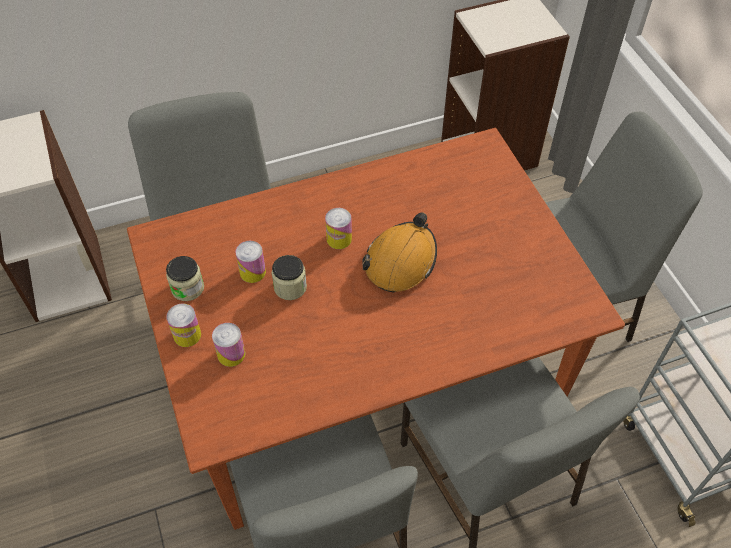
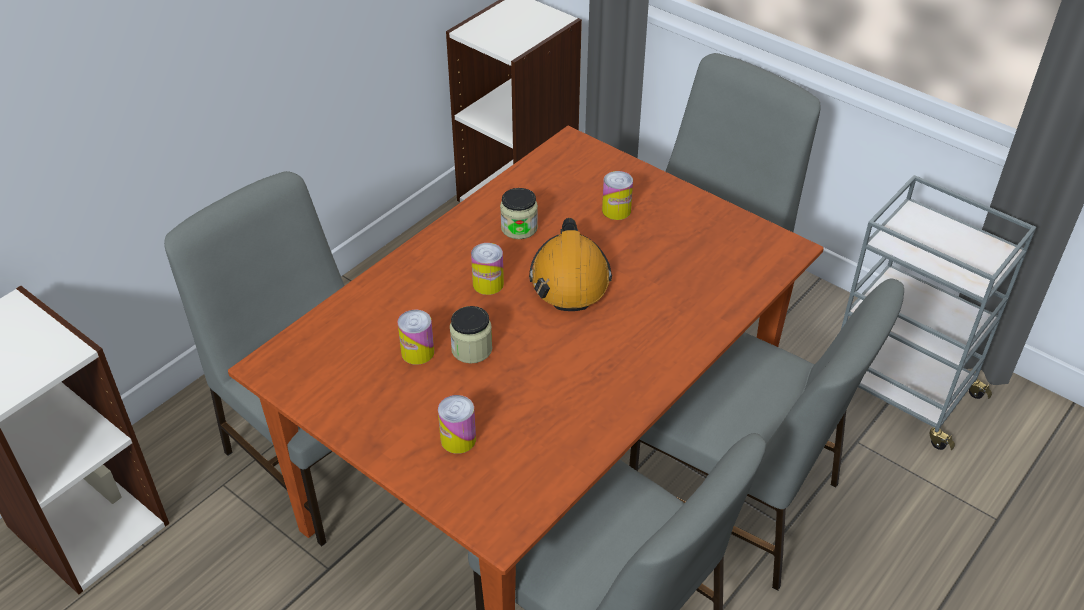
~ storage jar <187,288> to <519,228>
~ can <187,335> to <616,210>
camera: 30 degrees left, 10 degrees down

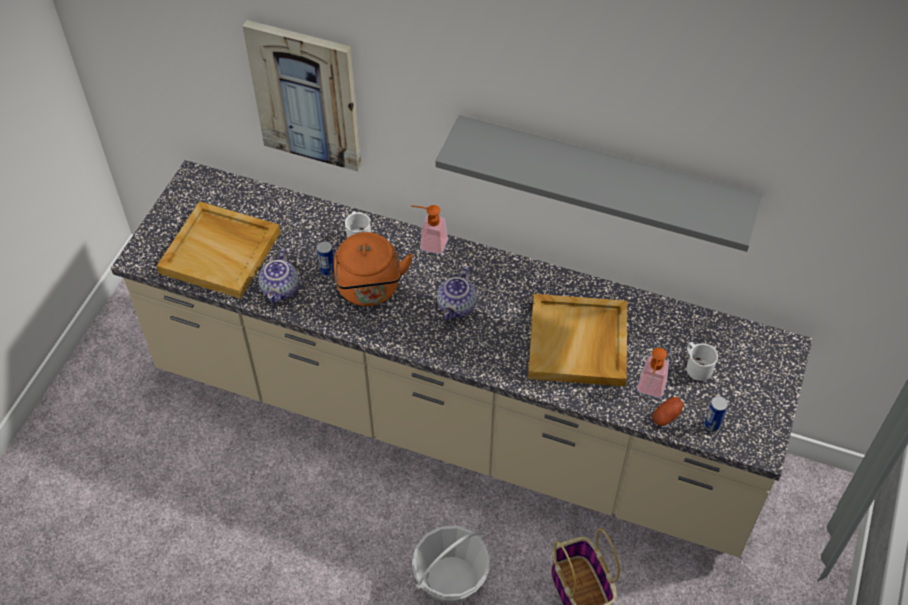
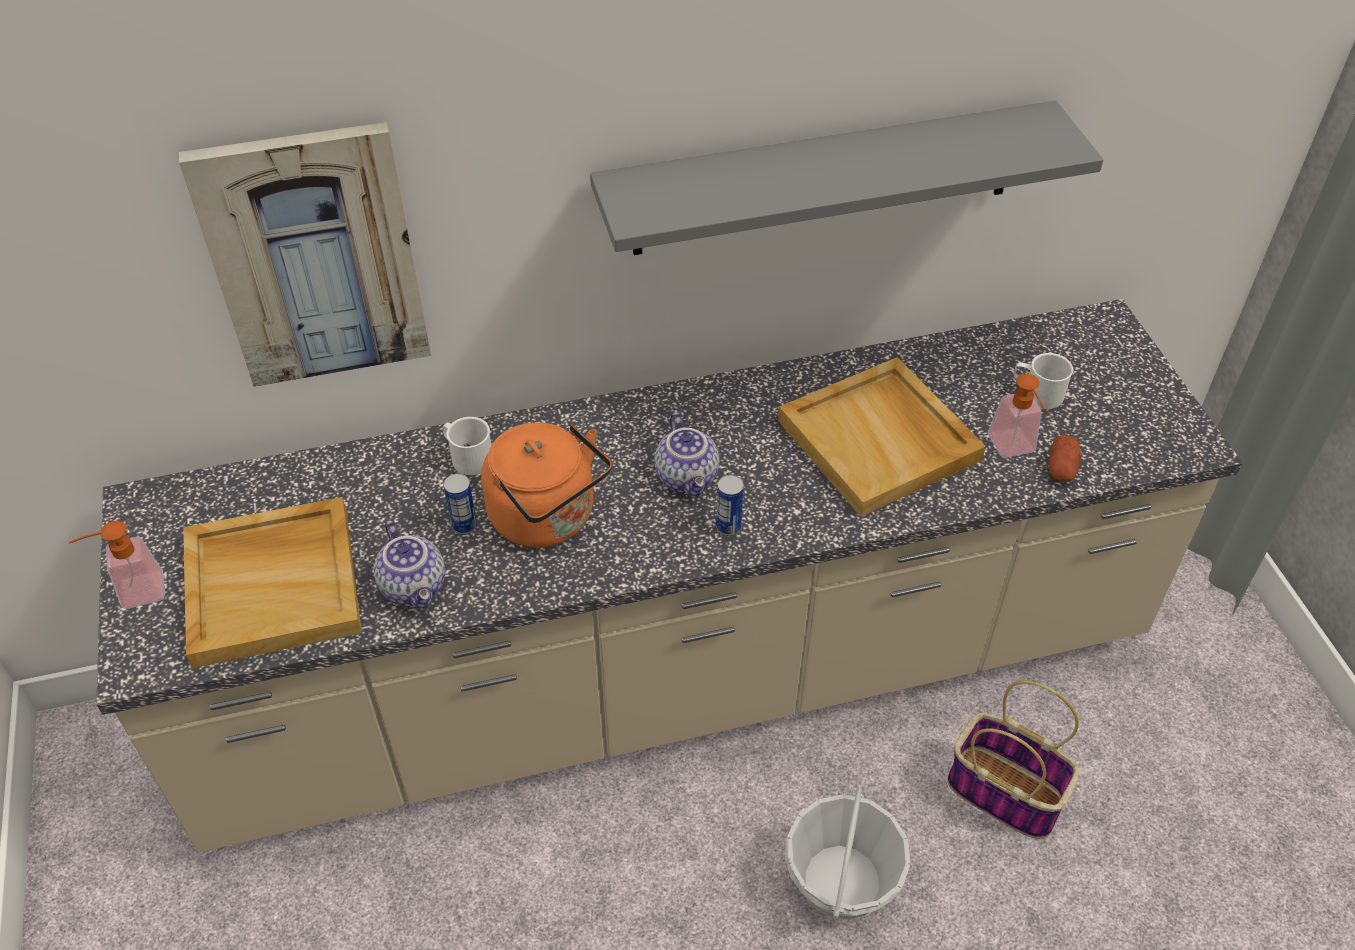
~ liquid soap bottle <429,243> to <133,593>
~ can <712,425> to <728,527>
camera: 35 degrees left, 5 degrees down

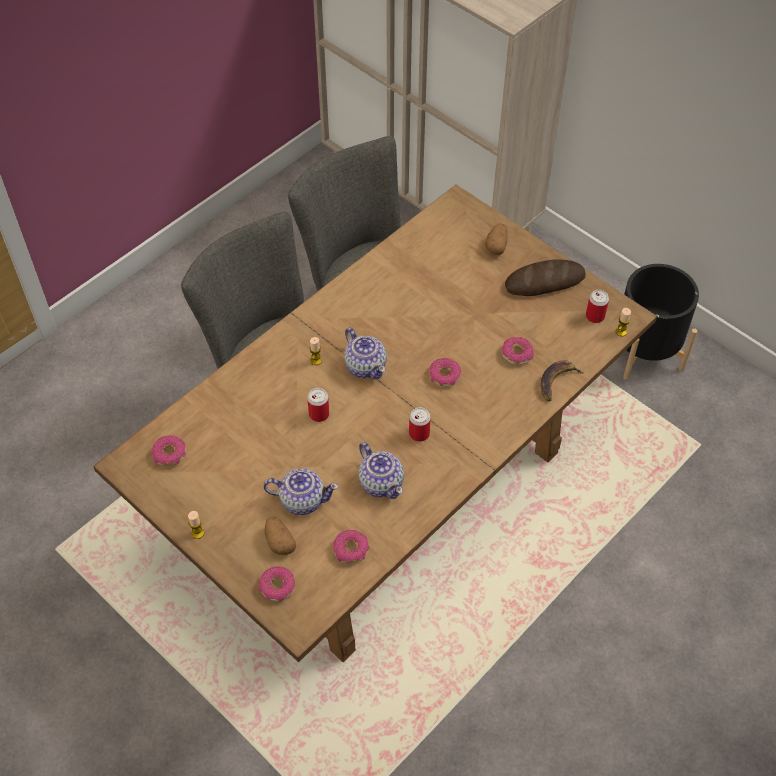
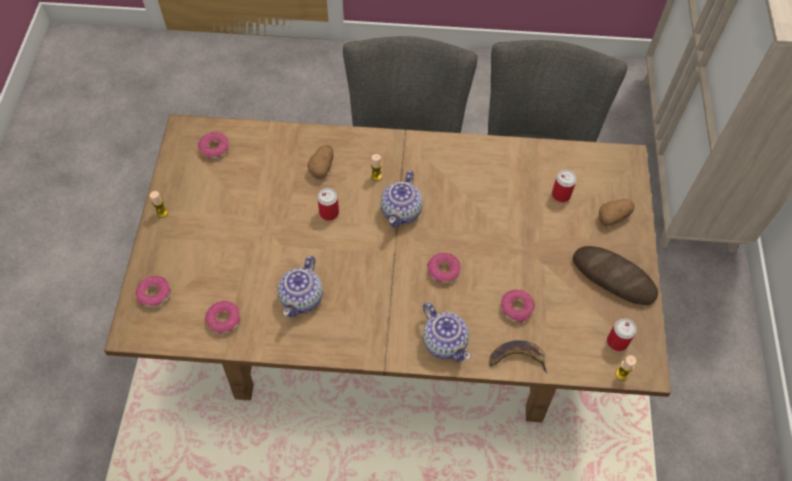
~ pot for tea <302,499> to <445,341>
~ spud <279,541> to <322,167>
~ can <419,433> to <561,194>
- plant pot (blackish) <645,351>
camera: 50 degrees right, 5 degrees up

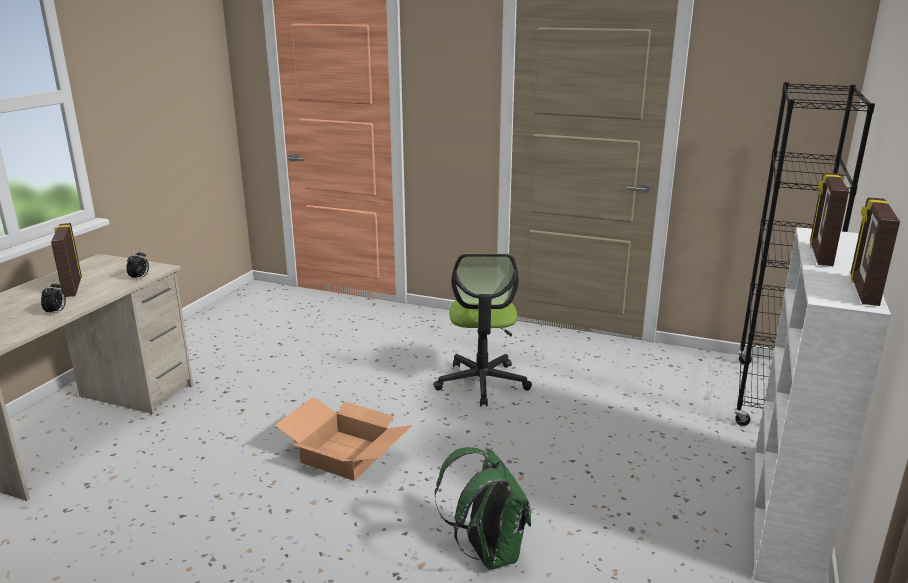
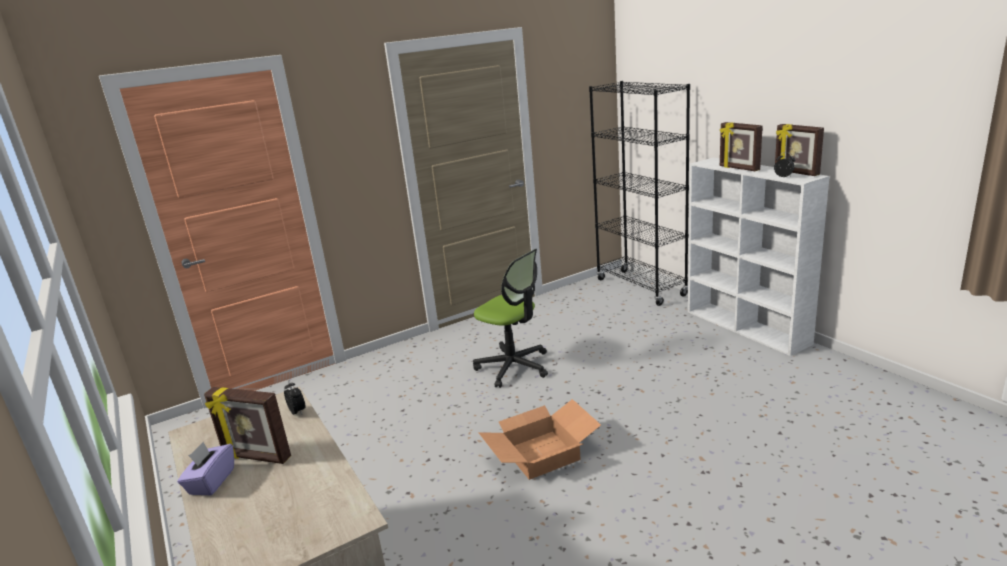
~ bedside clock <56,312> to <784,177>
- backpack (green-coloured) <487,552>
+ tissue holder (purple) <211,482>
camera: 50 degrees left, 0 degrees up

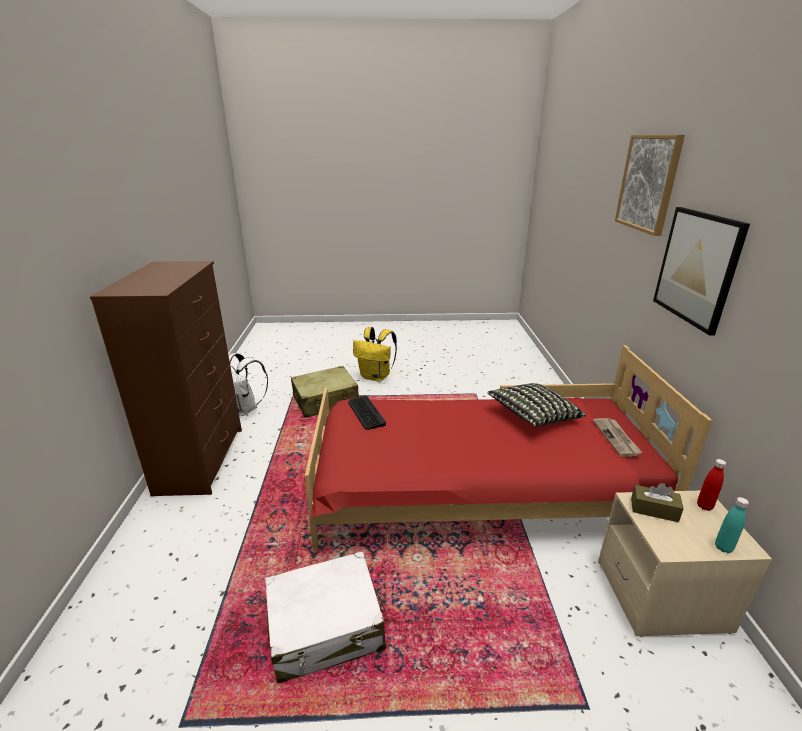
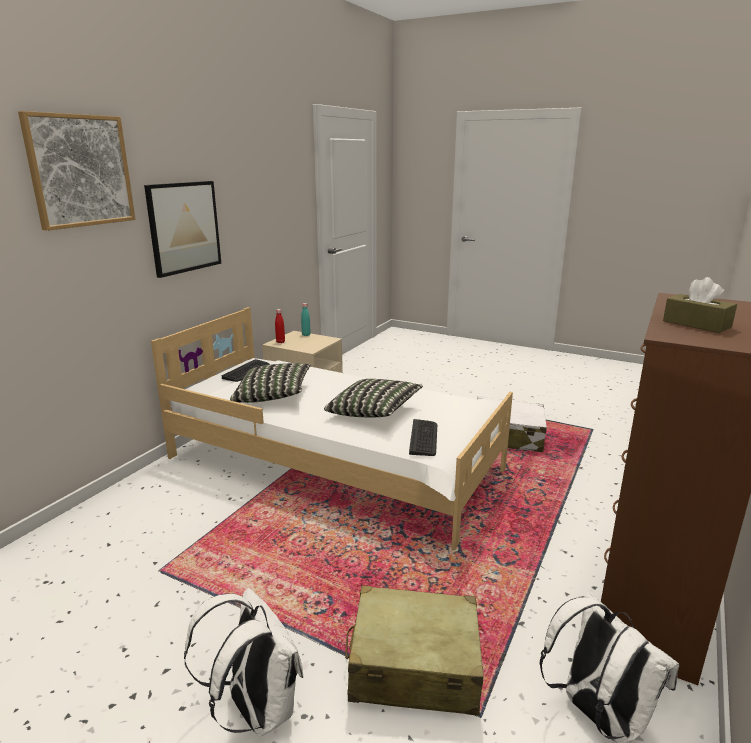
~ bed (red-coloured) <477,493> to bed (whitish) <336,463>
~ backpack (yellow-coloured) <376,377> to backpack (whitish) <256,709>
~ newspaper <616,438> to computer keyboard <246,371>
~ tissue holder (brownish) <654,510> to <696,324>
+ pillow <374,412>
camera: 150 degrees left, 5 degrees down

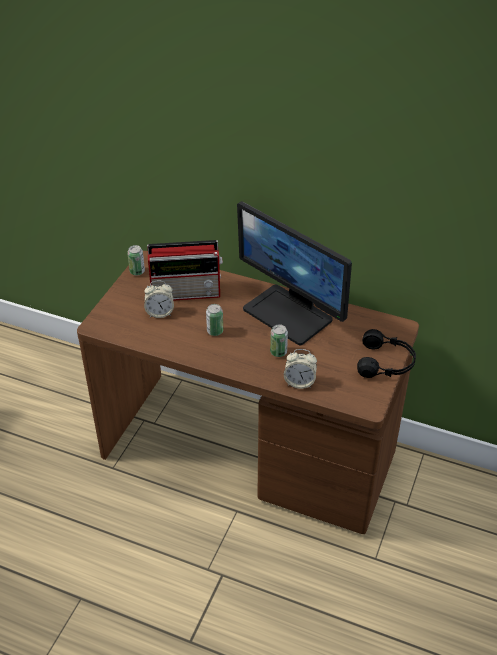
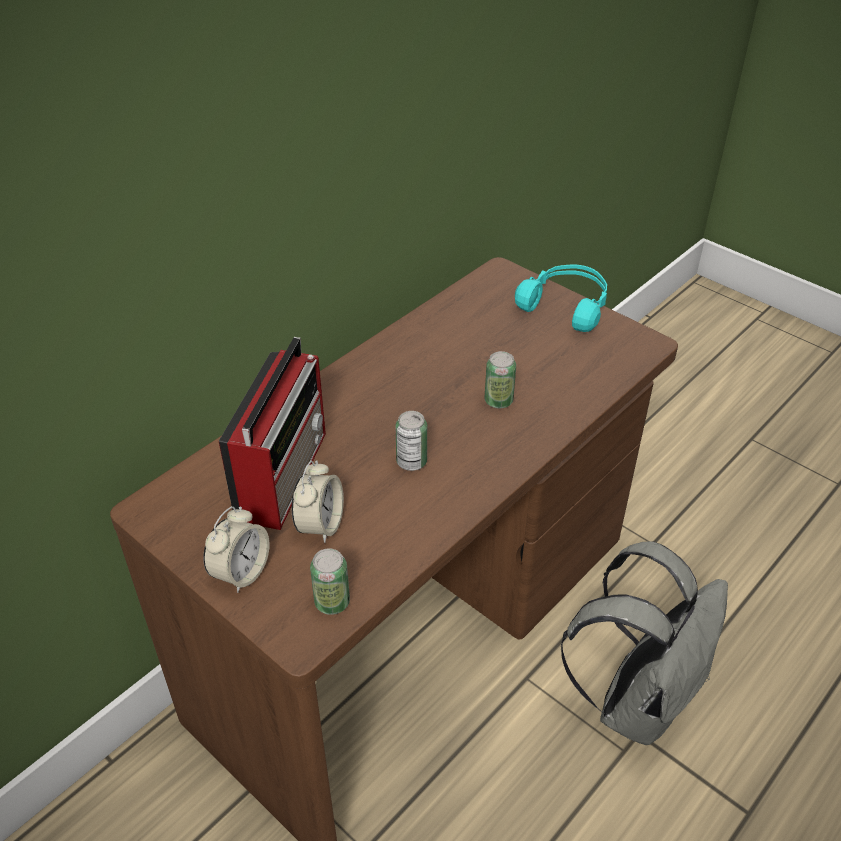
~ can <137,271> to <332,602>
- computer display <289,314>
~ bedside clock <299,382> to <241,572>
~ headphones (blackish) <386,363> to headphones (blue-green) <567,305>
+ backpack (greyish) <637,700>
camera: 70 degrees left, 0 degrees up

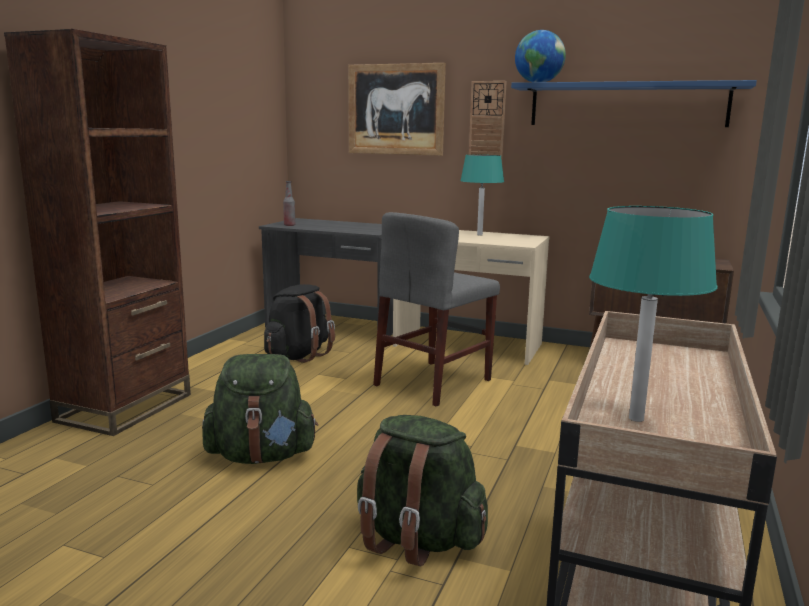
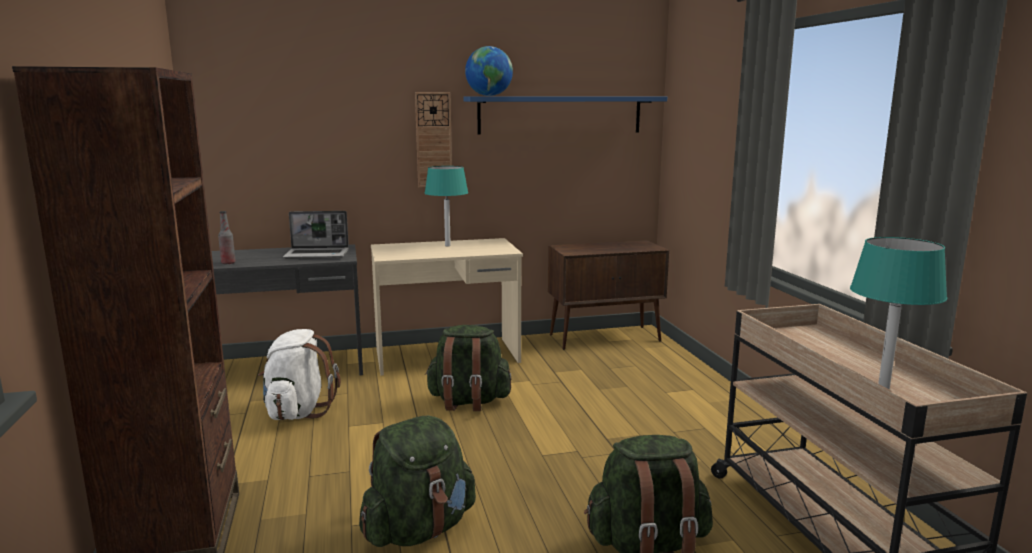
~ backpack (blackish) <299,355> to backpack (whitish) <298,411>
- picture <395,109>
~ chair (greyish) <433,382> to backpack (green-coloured) <468,402>
+ portable computer <318,254>
camera: 35 degrees left, 0 degrees up

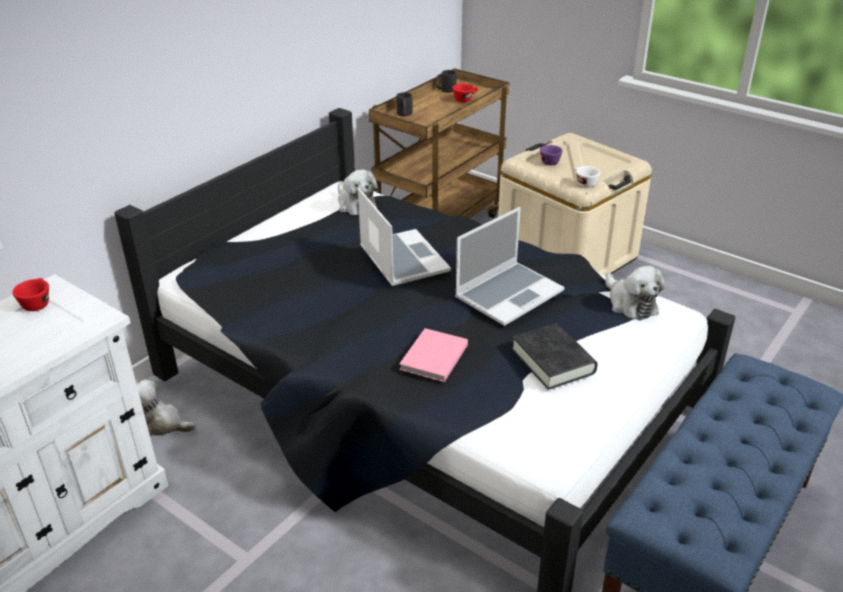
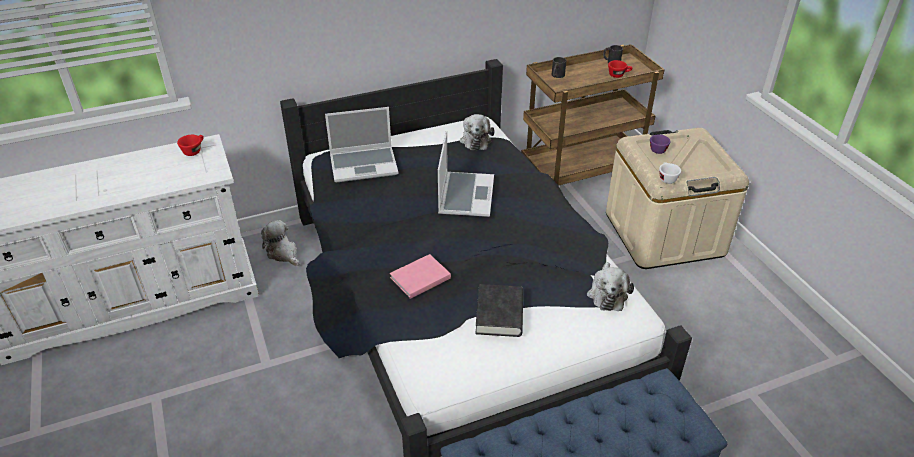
~ portable computer <509,294> to <364,165>
camera: 30 degrees right, 5 degrees up

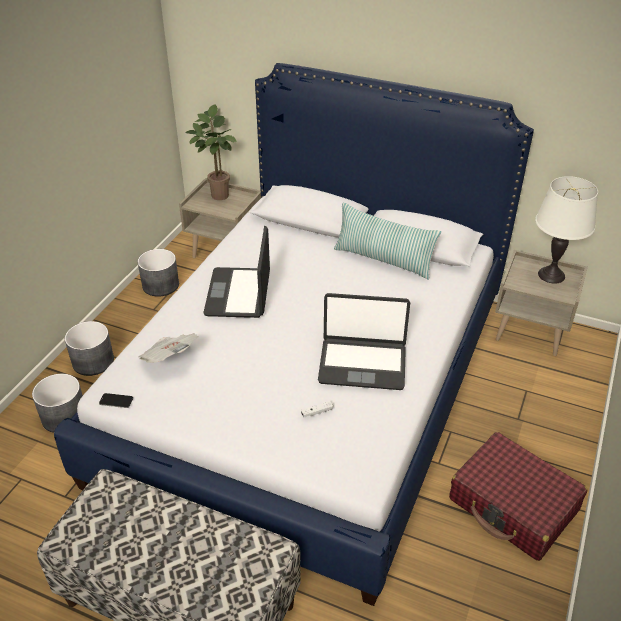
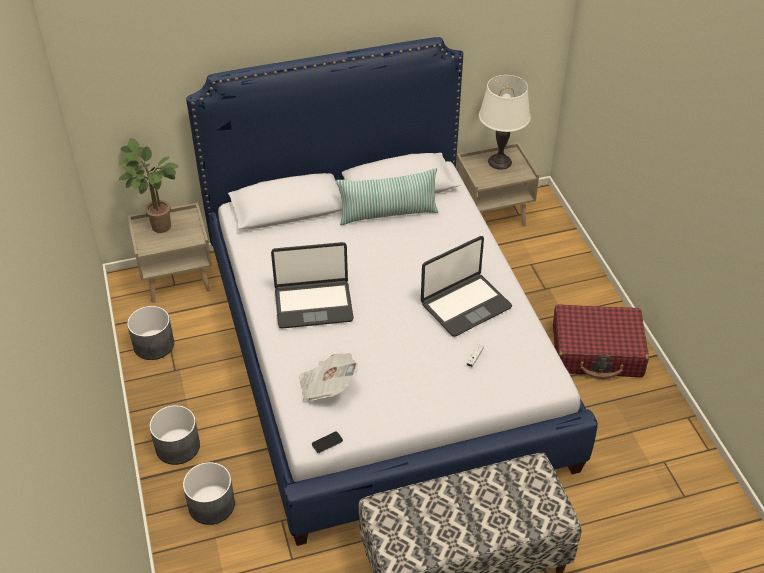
~ portable computer <239,293> = <313,304> 60 degrees counterclockwise
camera: 40 degrees left, 5 degrees up

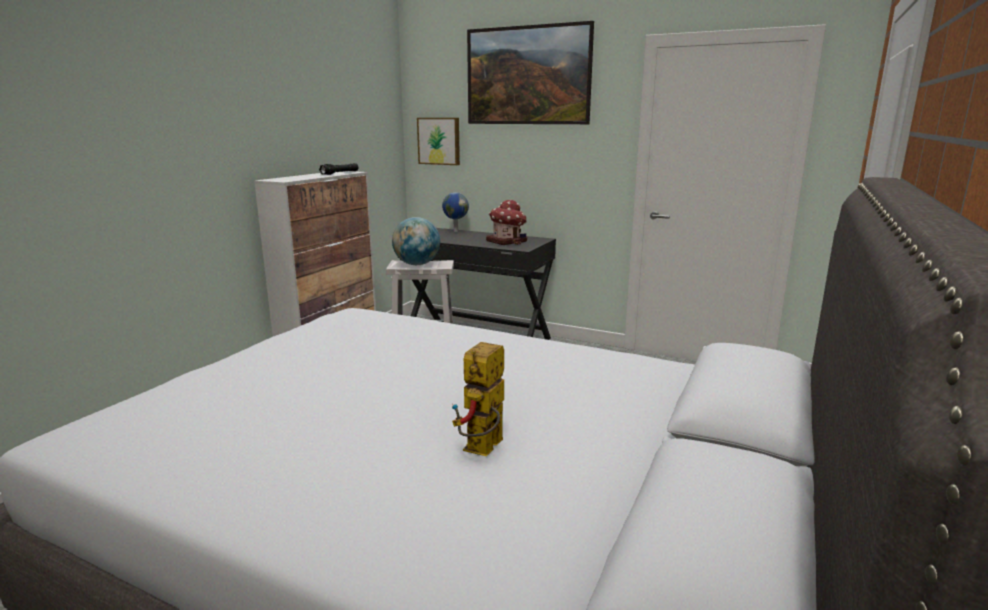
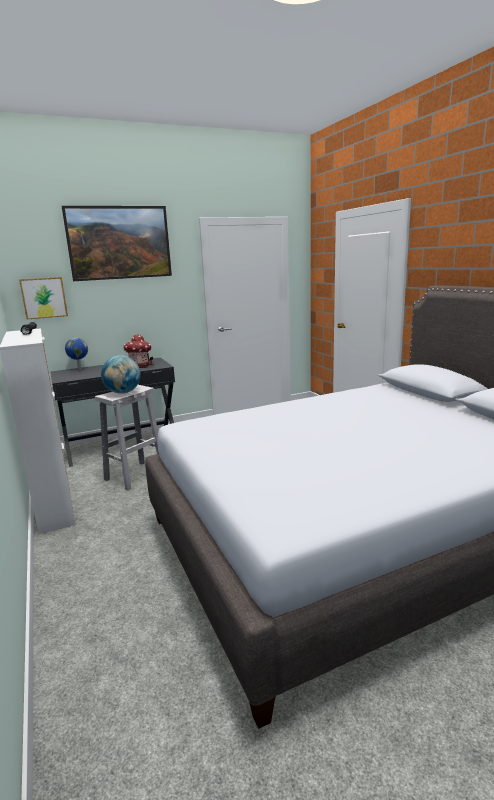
- robot figure <483,451>
camera: 50 degrees left, 0 degrees up

